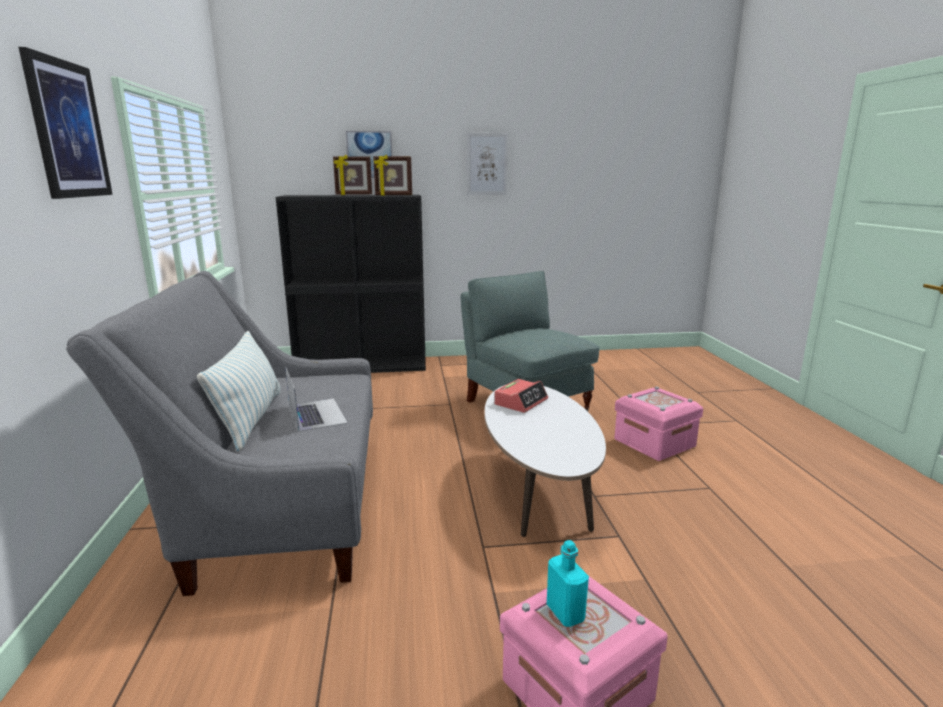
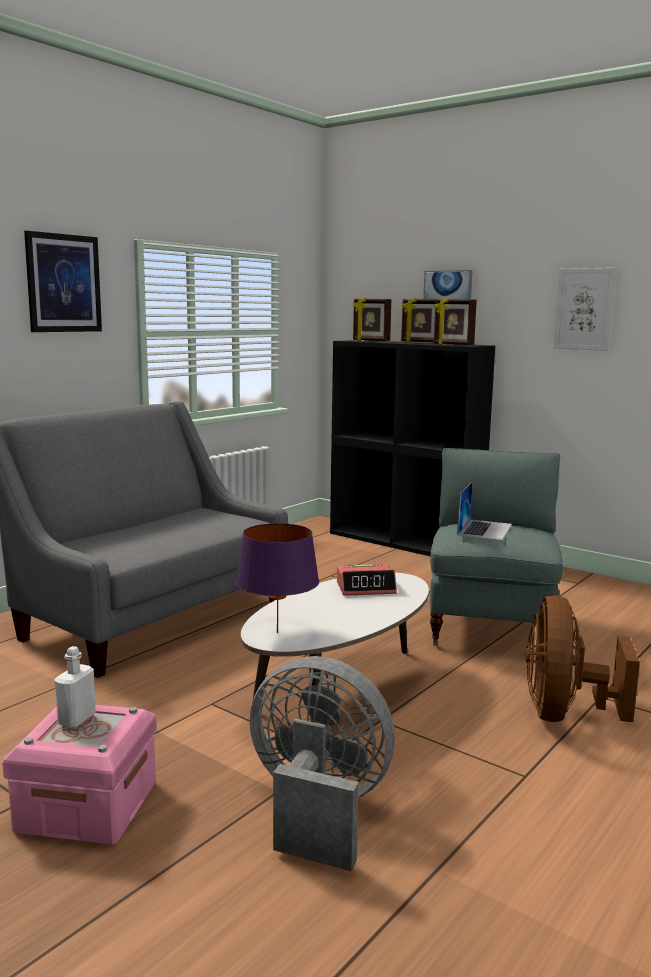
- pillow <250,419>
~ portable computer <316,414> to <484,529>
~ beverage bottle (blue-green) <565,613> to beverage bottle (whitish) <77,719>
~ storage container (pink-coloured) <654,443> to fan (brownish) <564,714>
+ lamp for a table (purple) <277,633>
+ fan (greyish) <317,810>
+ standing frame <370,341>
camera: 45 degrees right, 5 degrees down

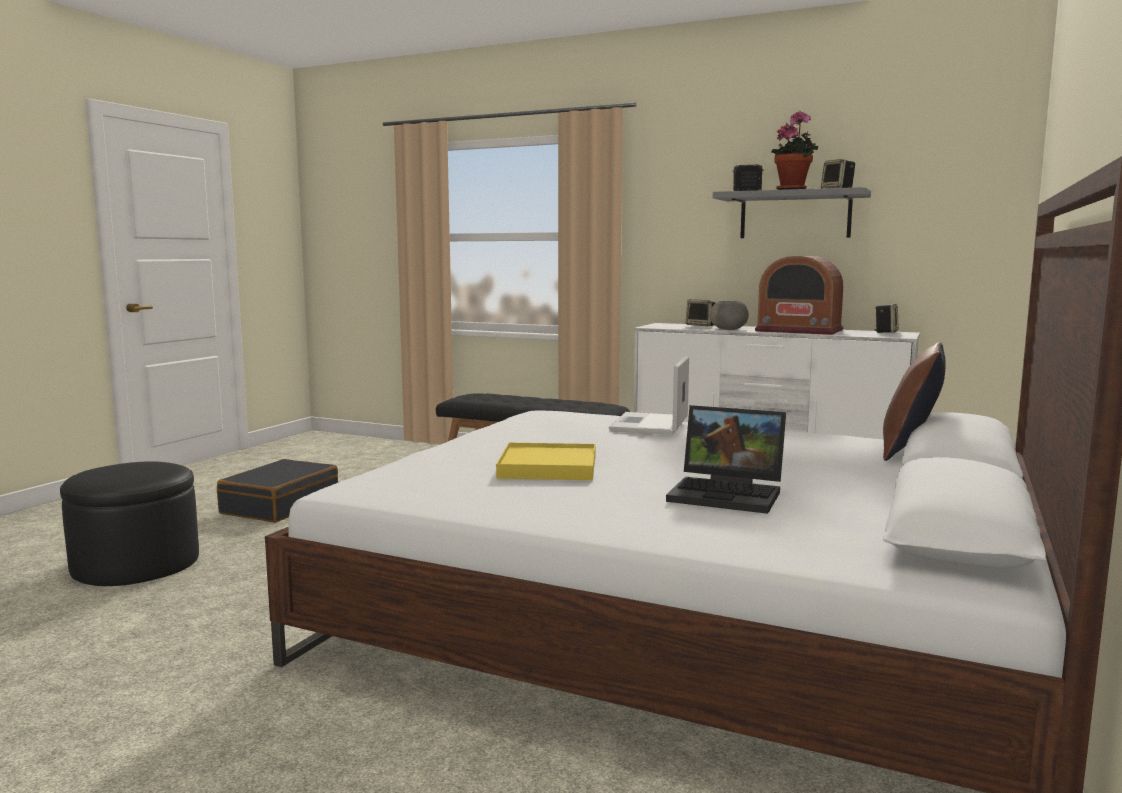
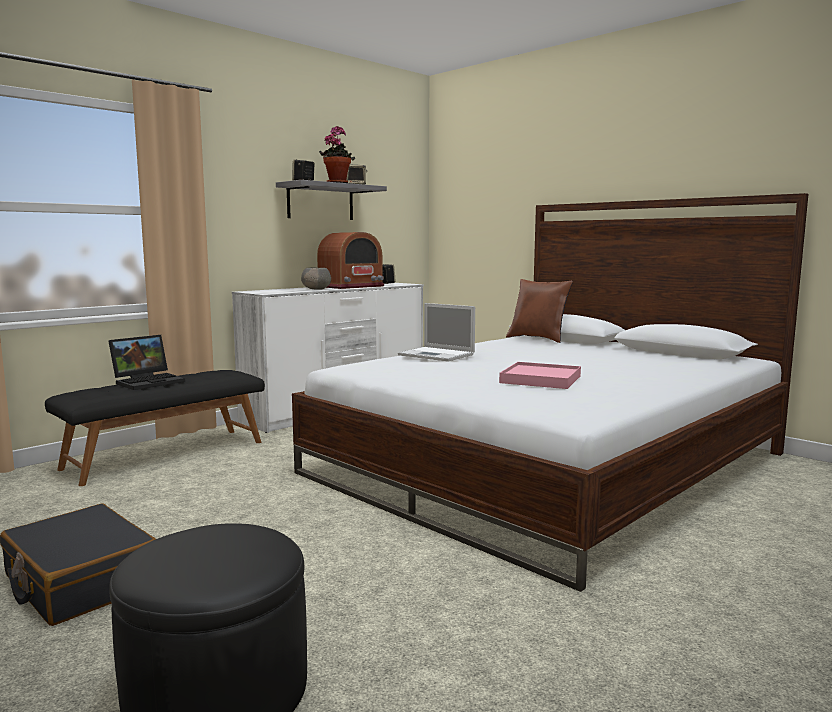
~ serving tray (yellow-coloured) <548,467> to serving tray (pink-coloured) <540,379>
~ portable computer <729,494> to <149,381>
- audio speaker <701,325>
camera: 70 degrees left, 0 degrees up

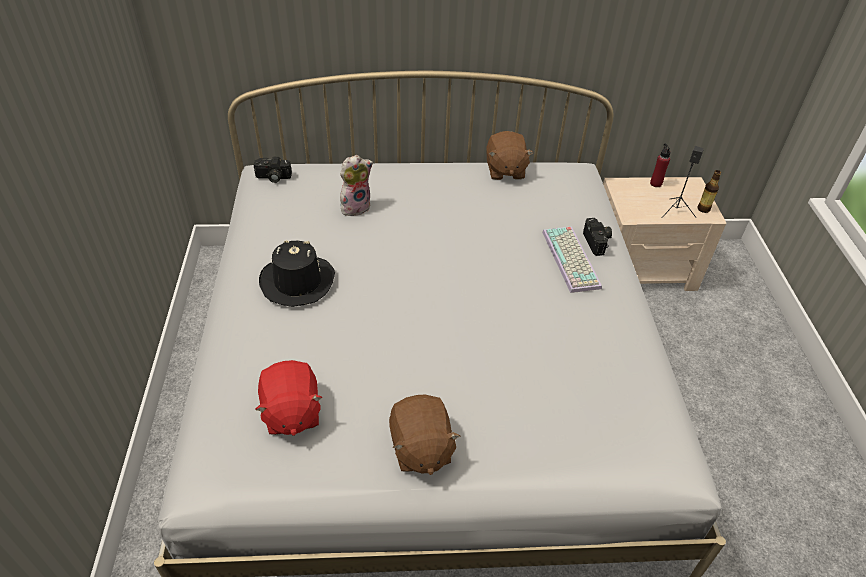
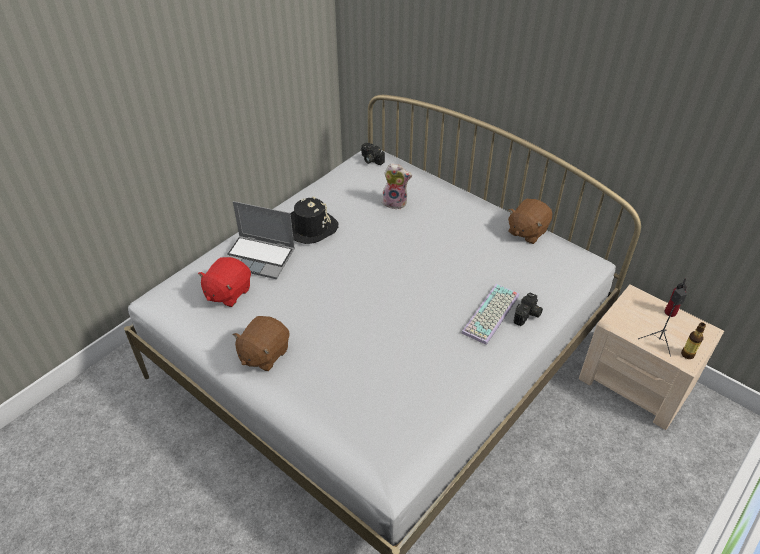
+ portable computer <259,258>
camera: 45 degrees right, 0 degrees up

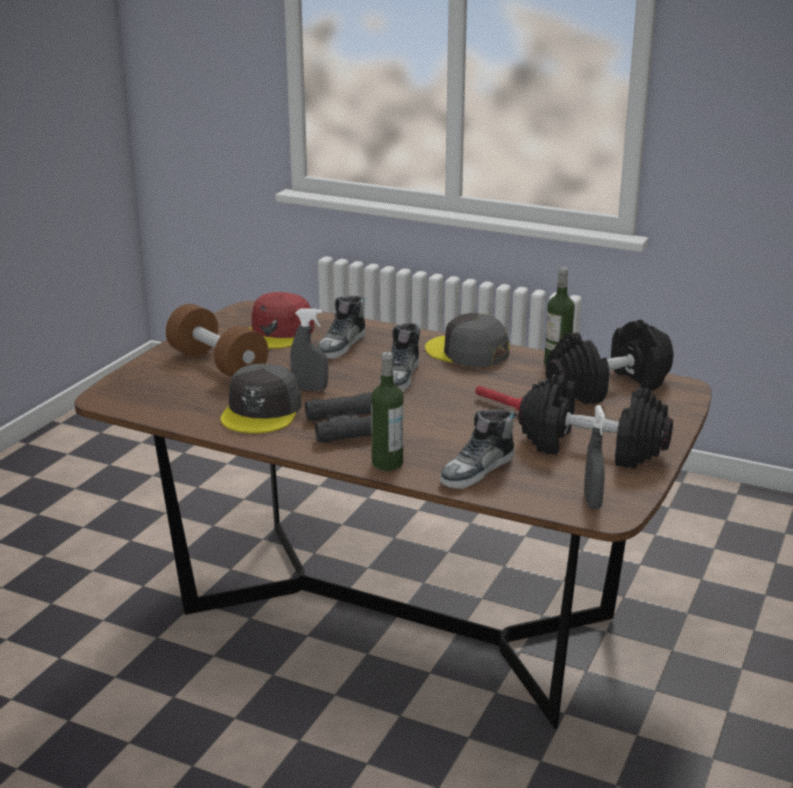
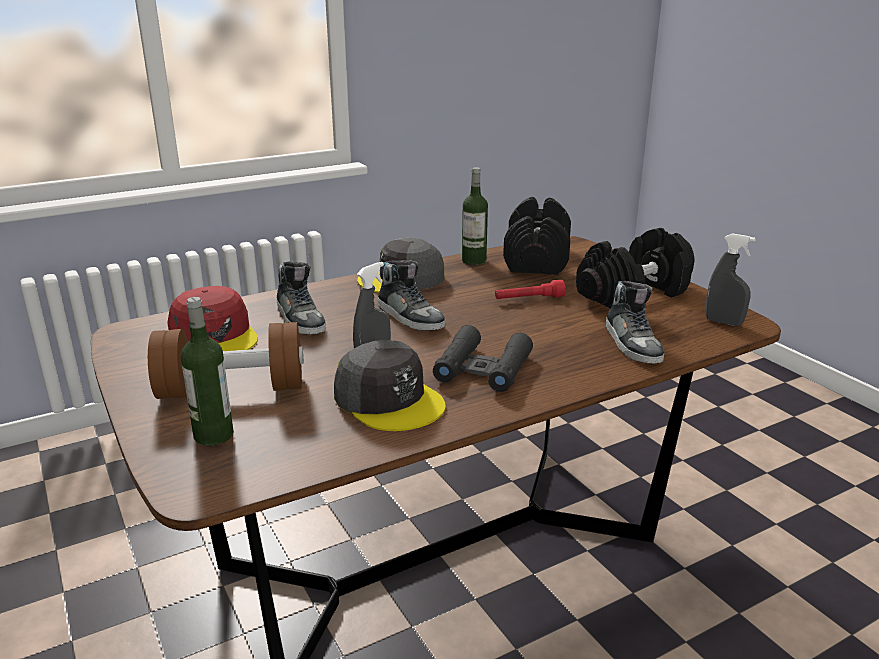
~ beverage bottle <387,463> to <213,435>
camera: 55 degrees left, 0 degrees up

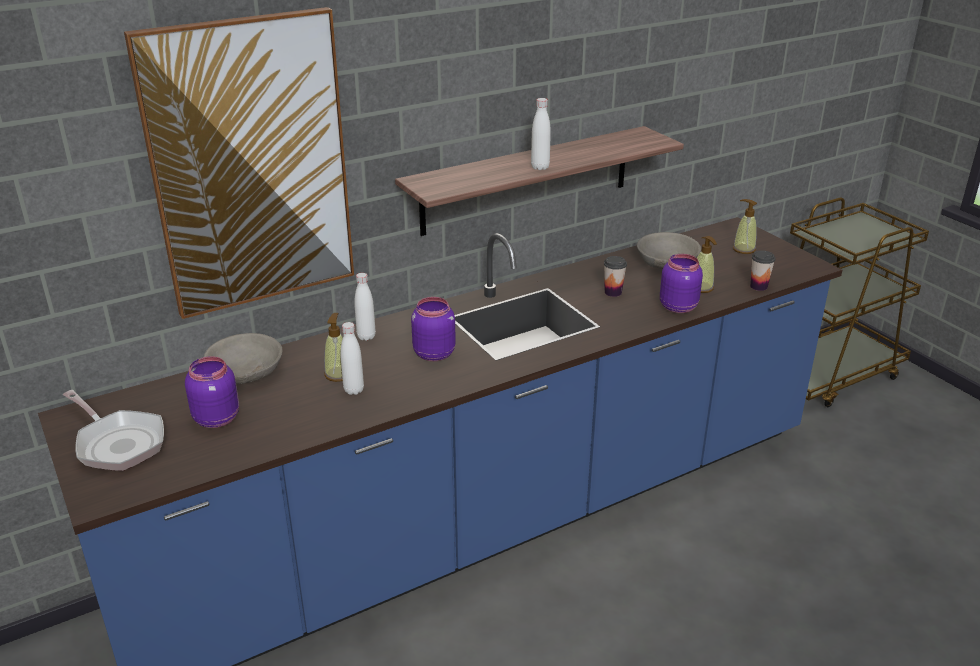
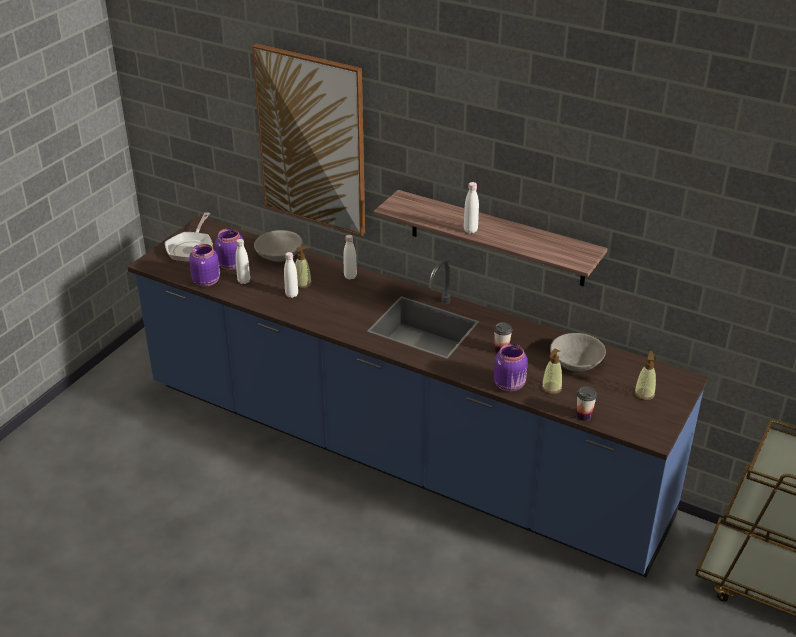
~ storage jar (purple) <433,353> to <206,281>
+ beverage bottle (whitish) <244,281>
camera: 60 degrees right, 5 degrees up

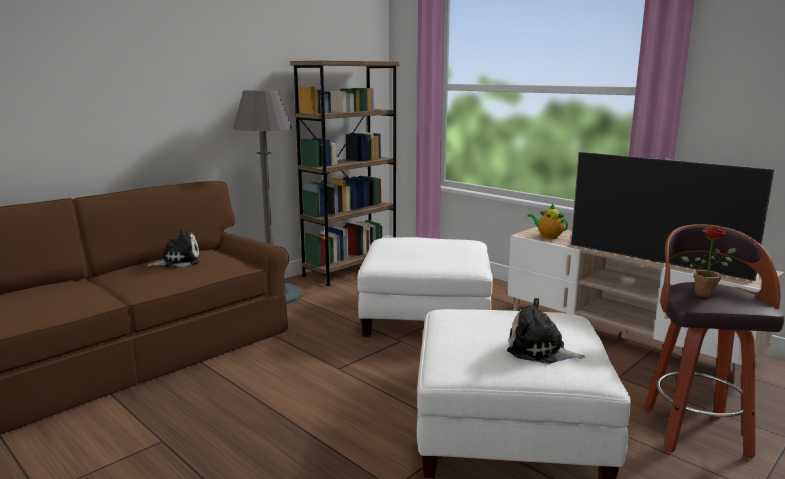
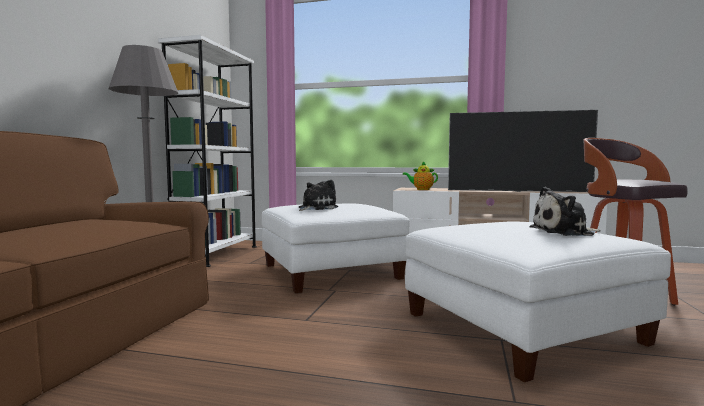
~ cuddly toy <178,261> to <316,208>
~ bookcase (brownish) <350,270> to bookcase (whitish) <217,254>
- houseplant <706,293>
camera: 30 degrees left, 10 degrees down

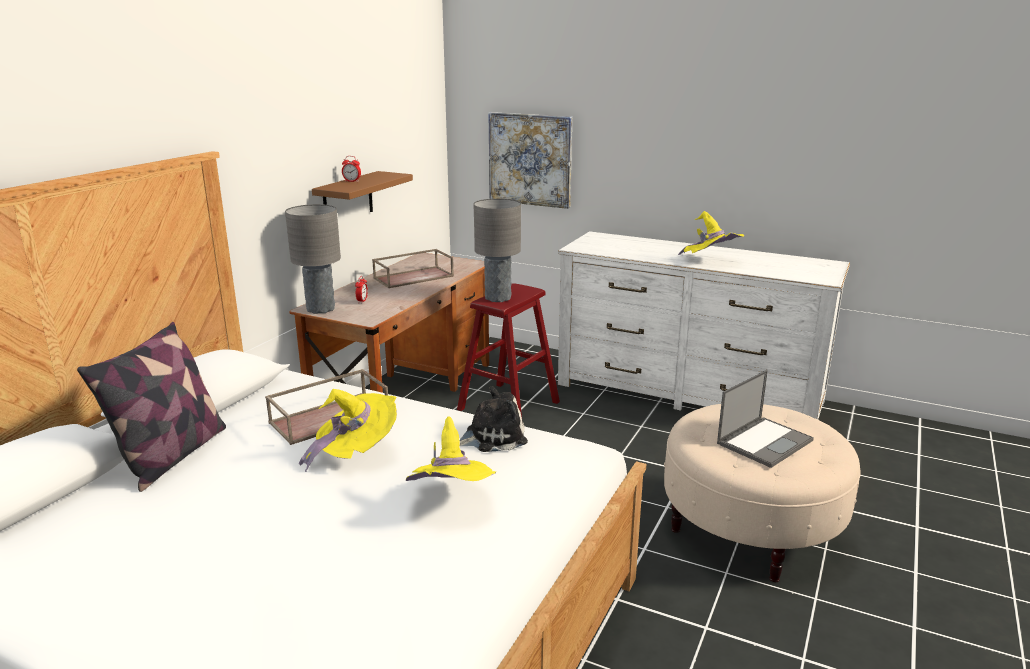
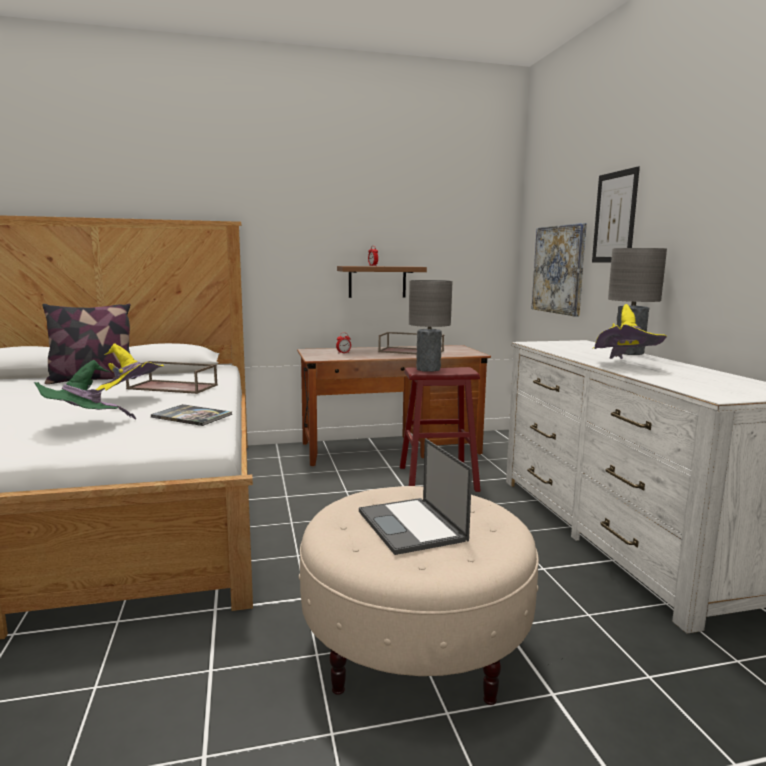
~ lamp for a table (greyish) <321,309> to <629,353>
~ hat (yellow-coloured) <452,499> to hat (green-coloured) <83,427>
~ cuddly toy <492,437> to bound book <192,416>
~ portable computer <765,441> = <412,526> 60 degrees clockwise
+ picture <615,217>
camera: 50 degrees right, 10 degrees down

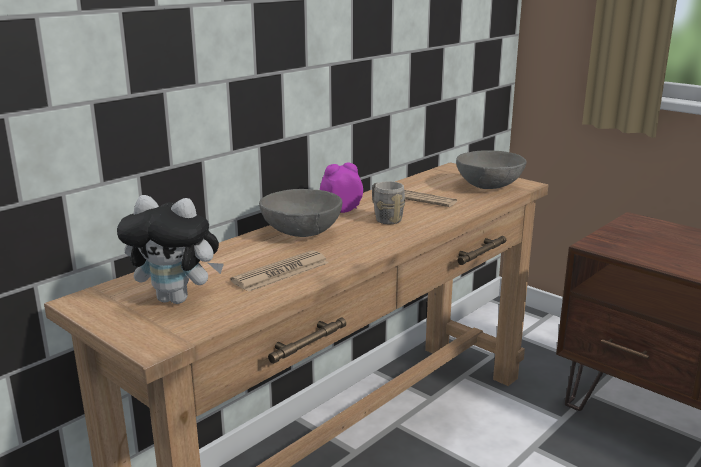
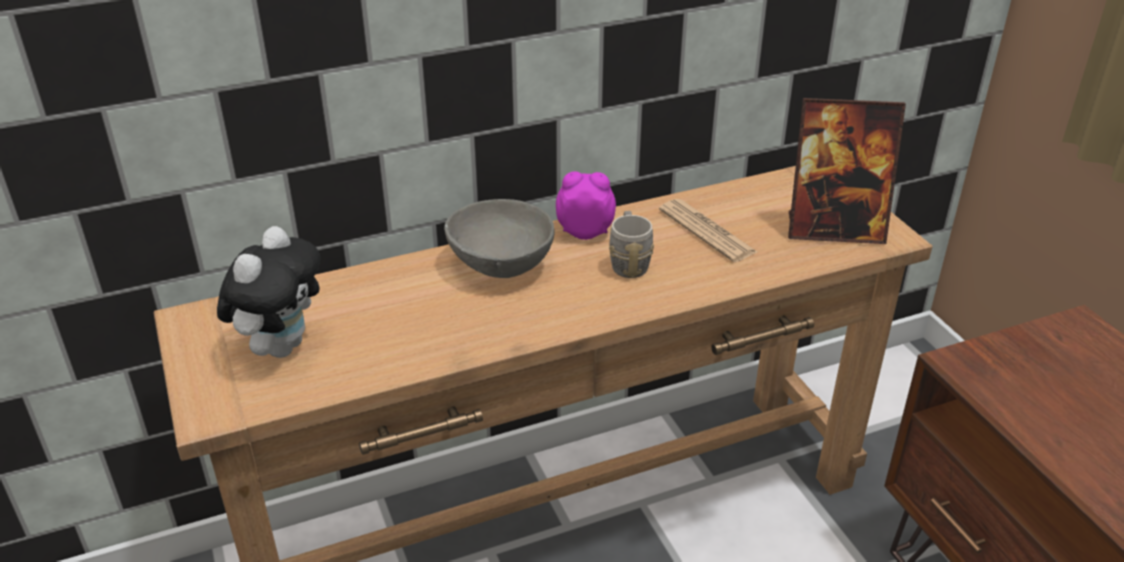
~ cuddly toy <177,299> = <281,346> 105 degrees counterclockwise
- newspaper <281,272>
~ bowl (greyish) <489,186> to standing frame <834,230>
camera: 25 degrees right, 15 degrees up

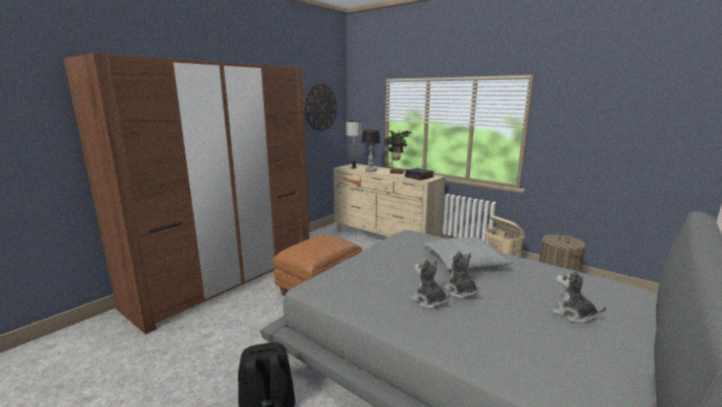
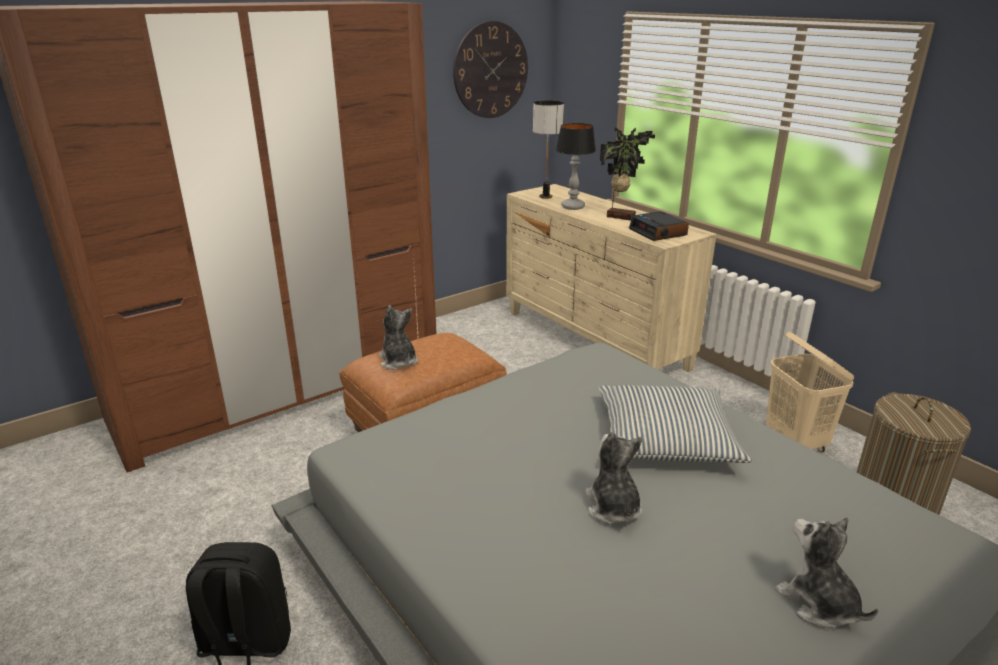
~ cuddly toy <429,301> to <398,361>
camera: 15 degrees right, 10 degrees up

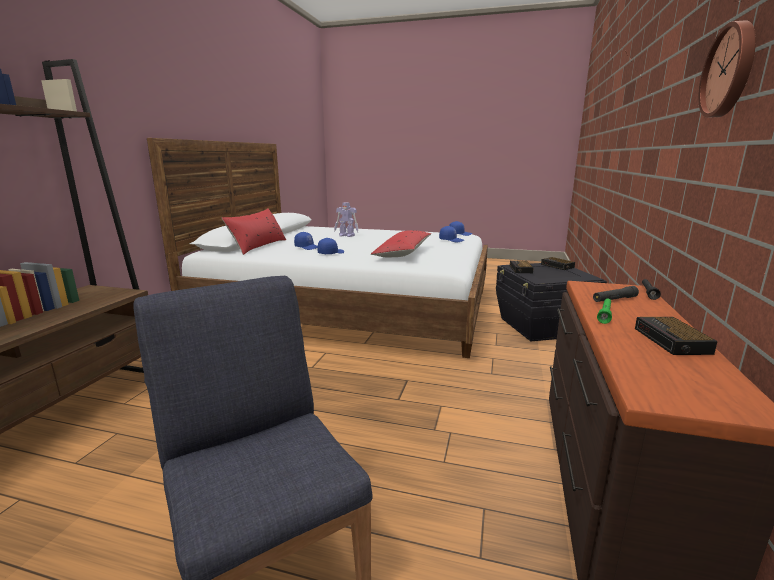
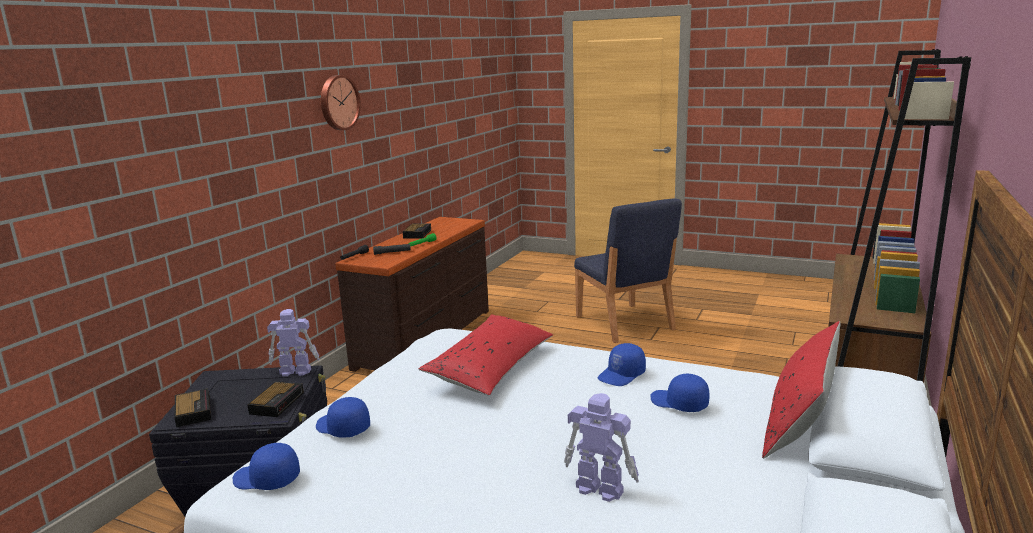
+ robot figure <294,371>
camera: 170 degrees left, 0 degrees up

